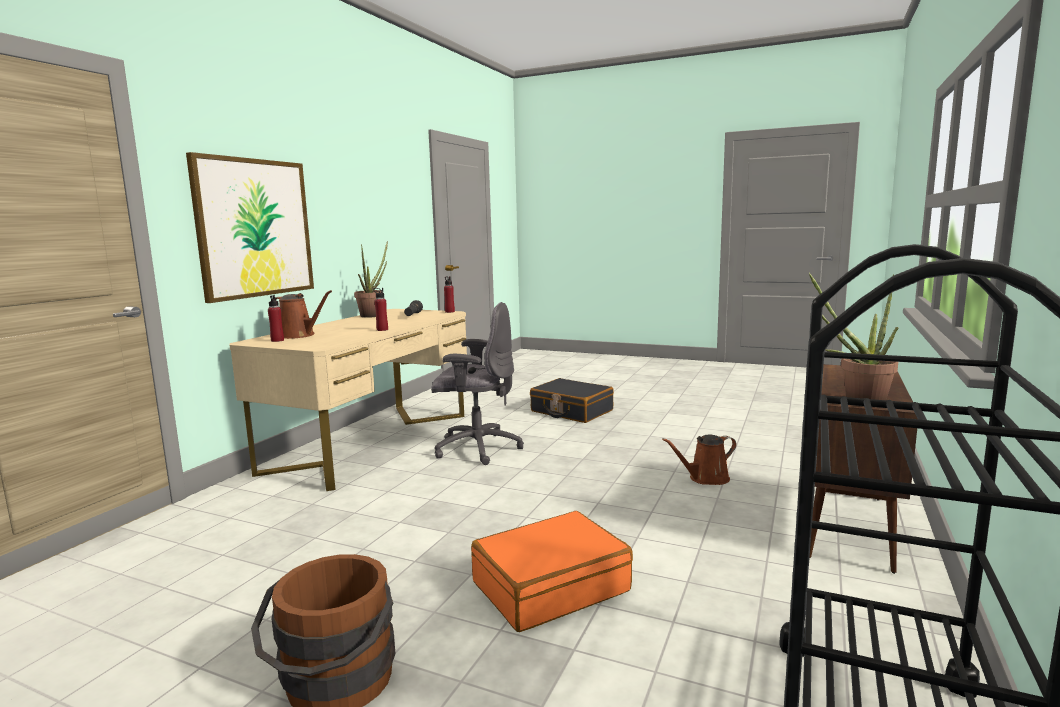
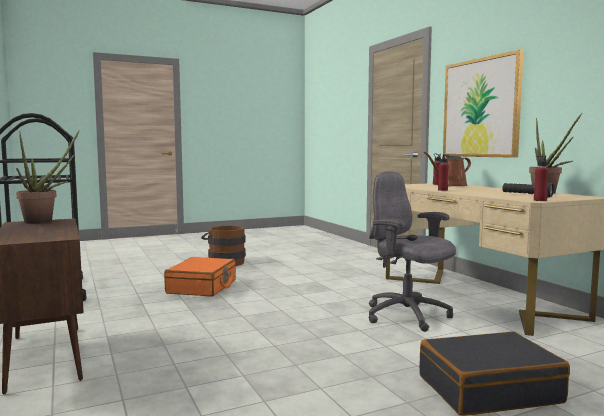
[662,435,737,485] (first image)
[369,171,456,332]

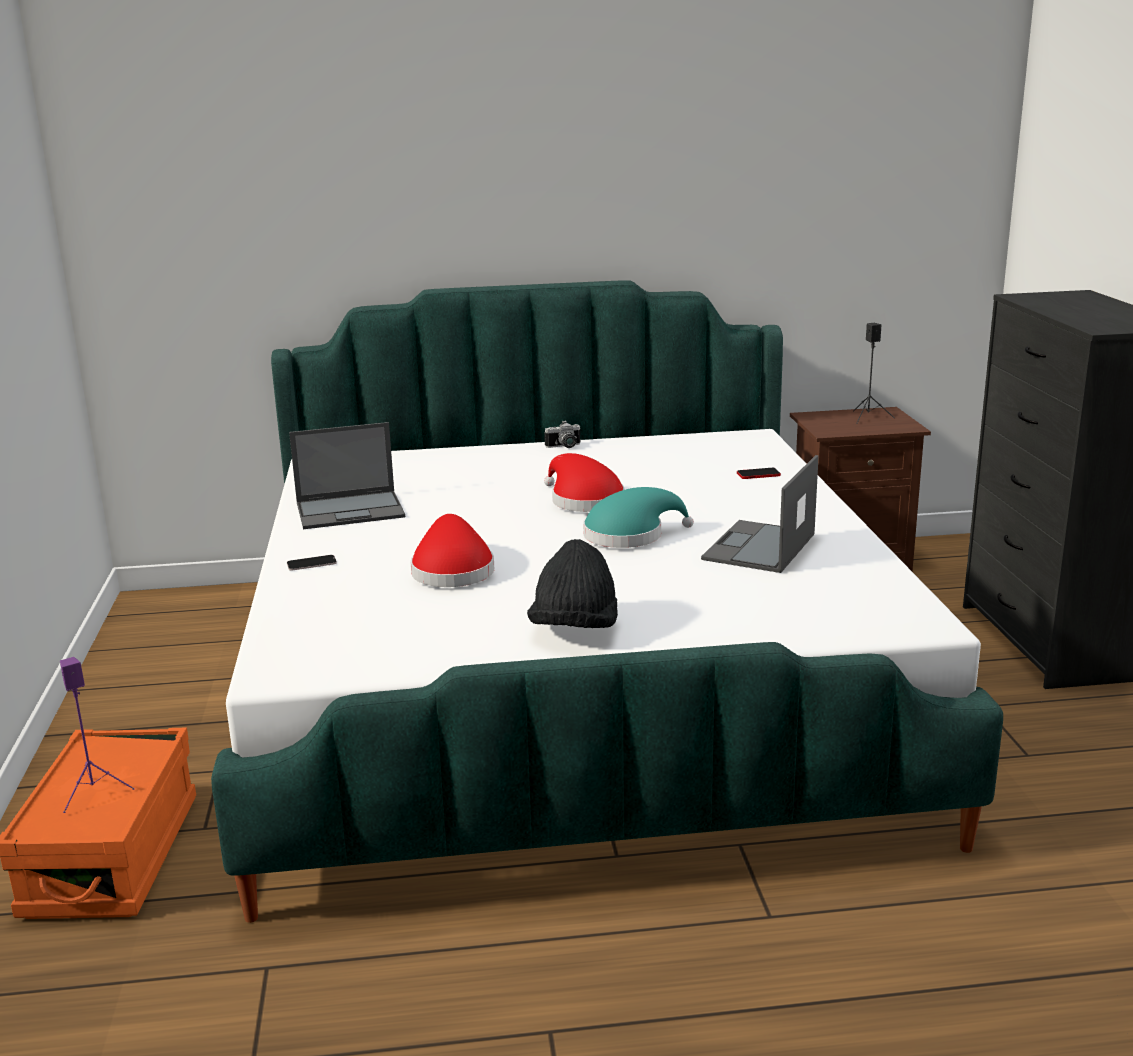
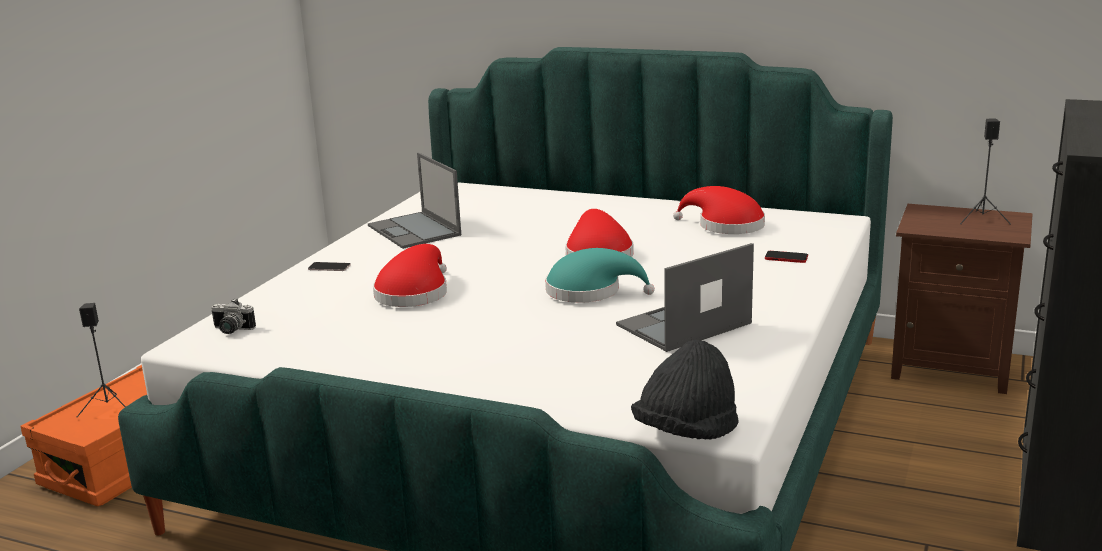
[673,186,765,234]
[631,340,739,439]
[211,298,256,334]
[77,303,126,417]
[368,153,461,249]

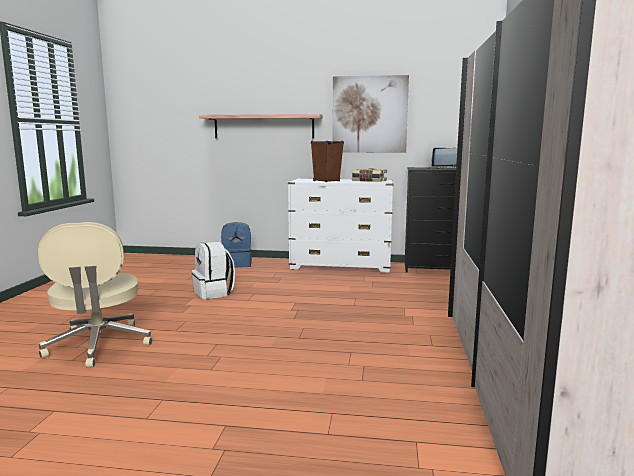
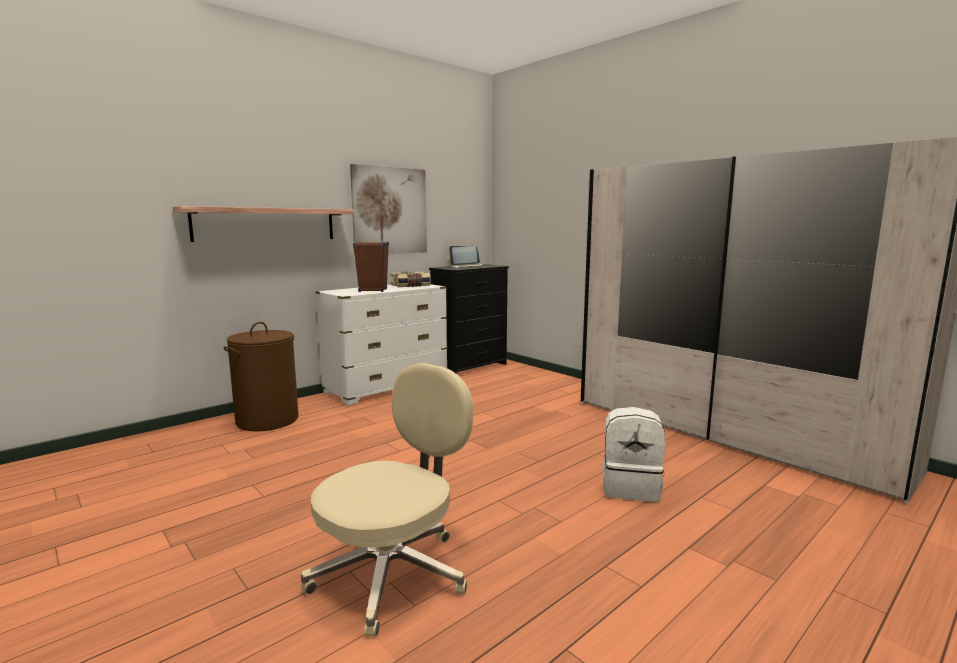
[602,407,666,502]
[223,322,299,431]
[301,363,473,637]

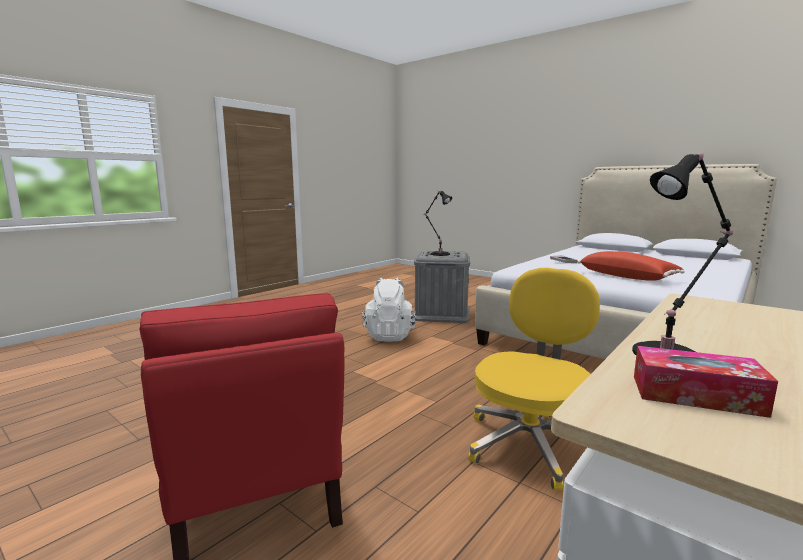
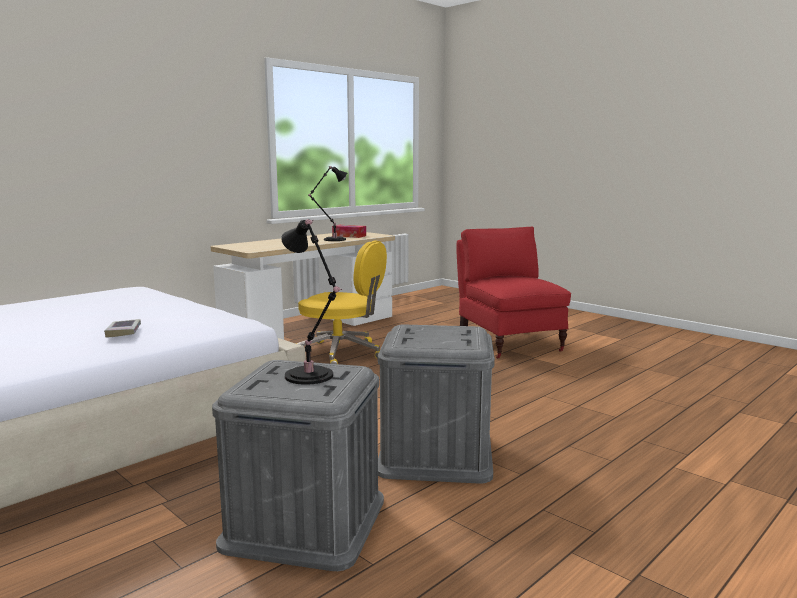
[578,251,685,281] (first image)
[378,325,495,483]
[295,240,387,364]

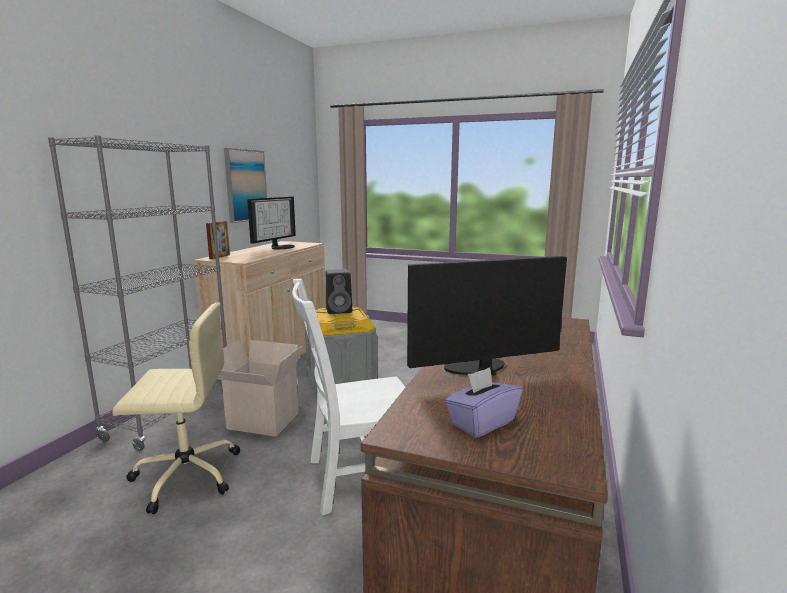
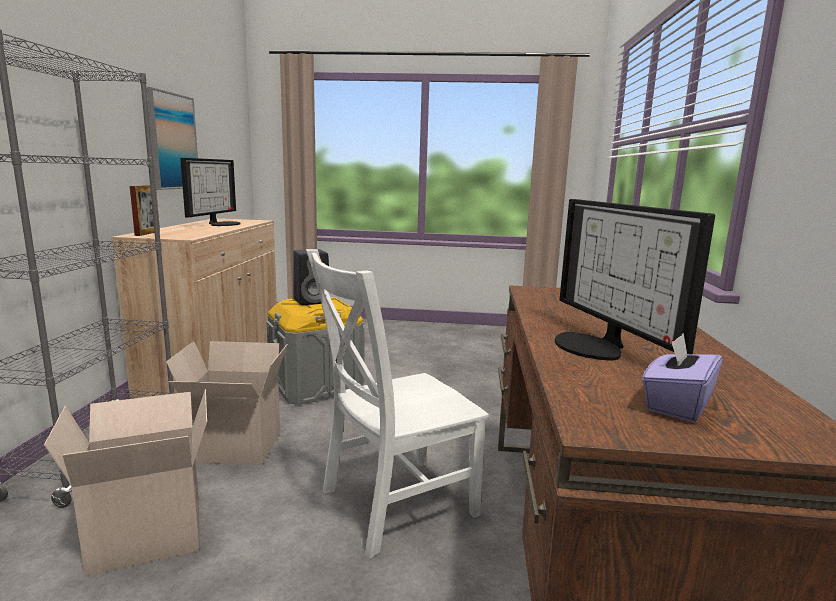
[44,389,207,576]
[555,199,715,360]

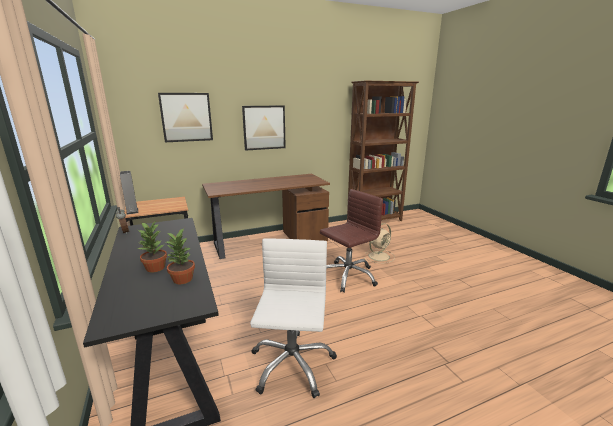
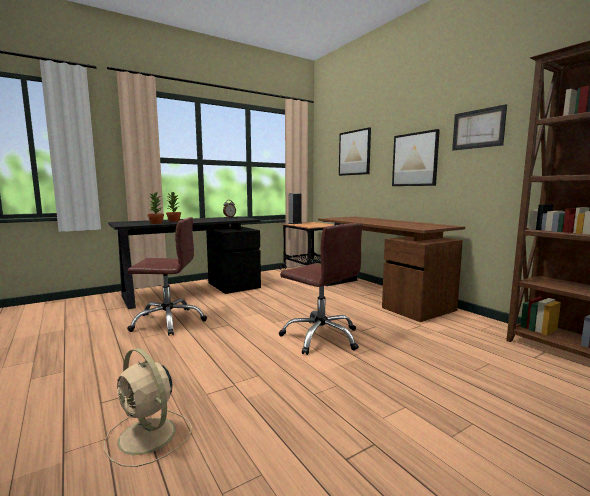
[452,104,507,150]
[104,348,192,467]
[127,217,207,336]

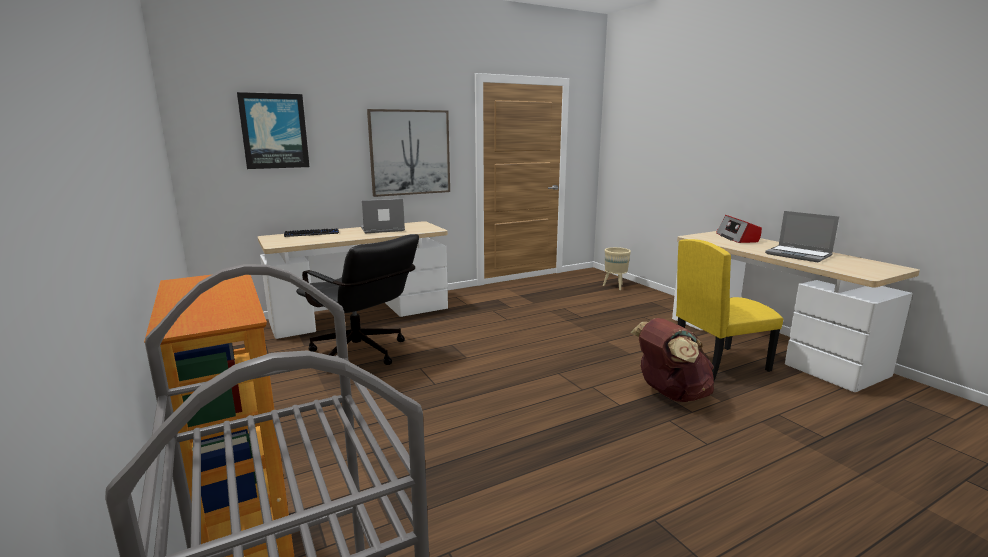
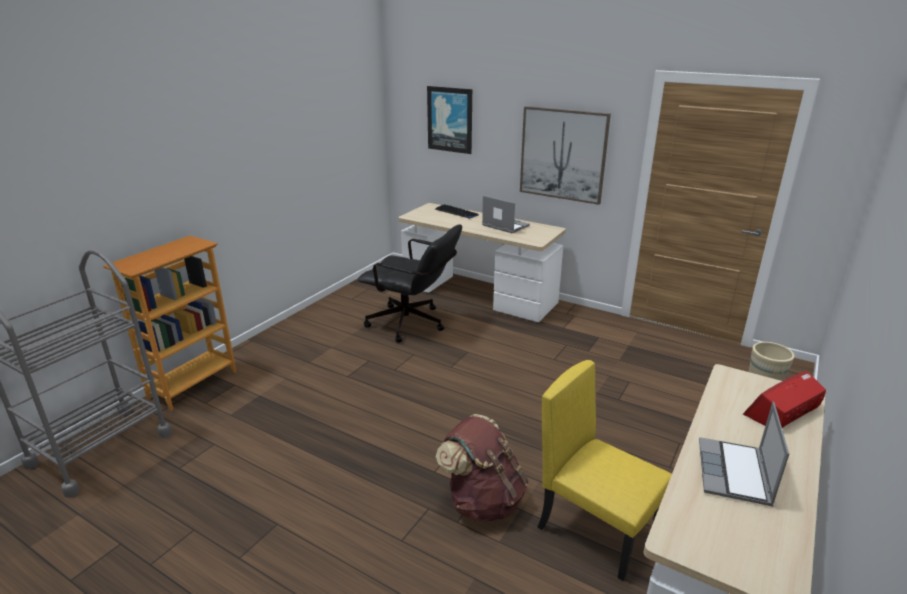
[358,224,462,343]

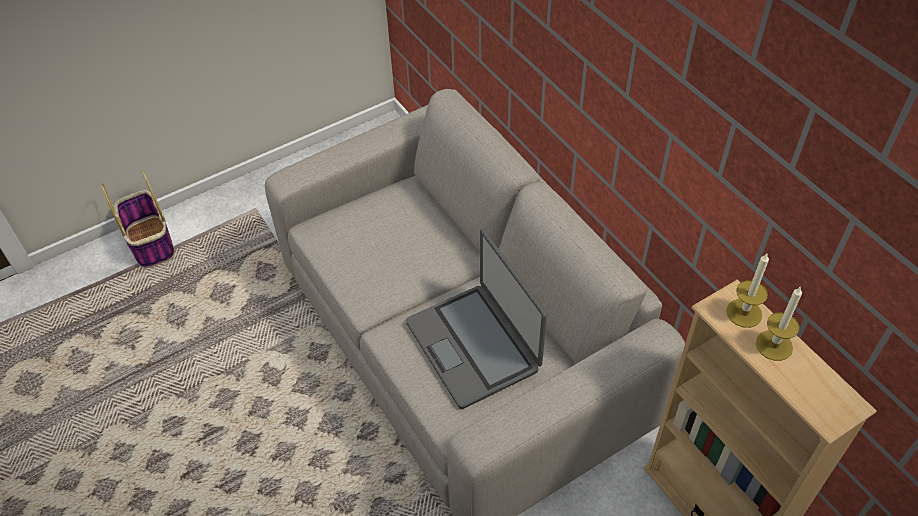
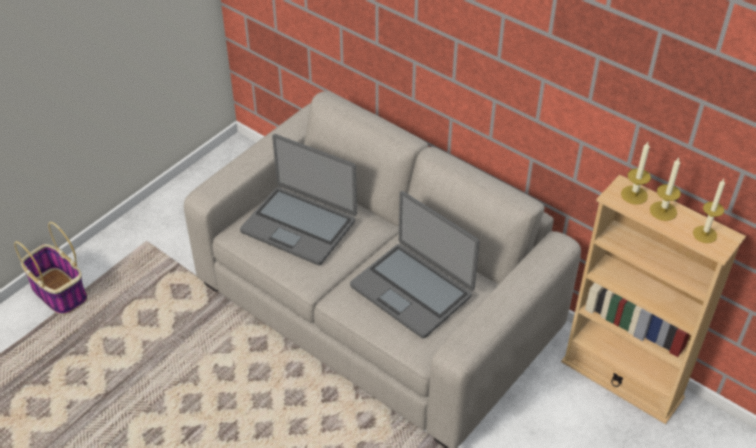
[240,134,357,265]
[693,179,725,243]

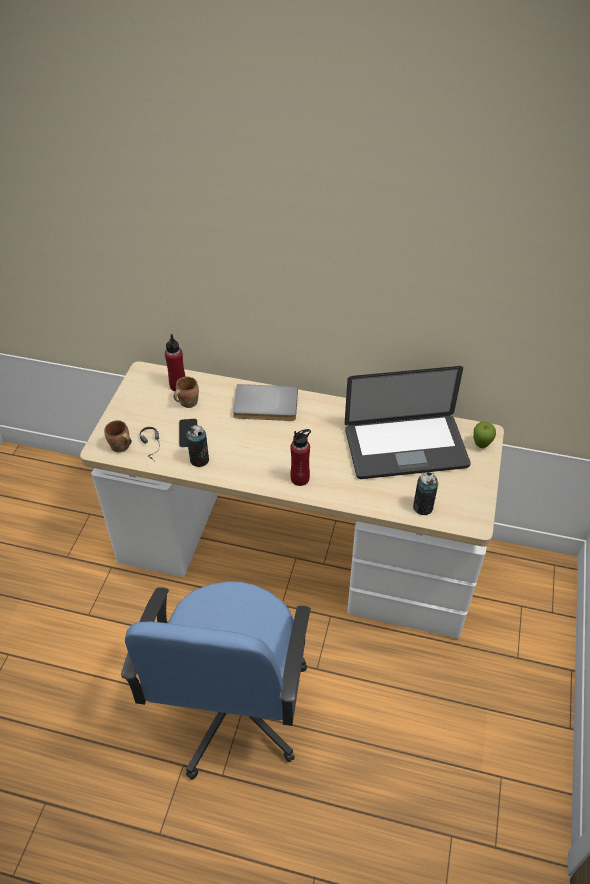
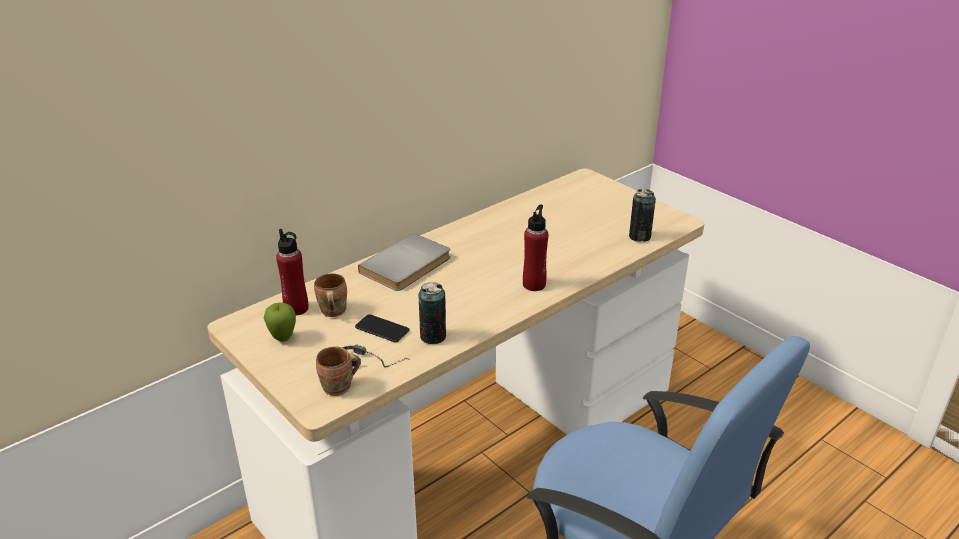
[345,366,471,479] (first image)
[264,303,296,342]

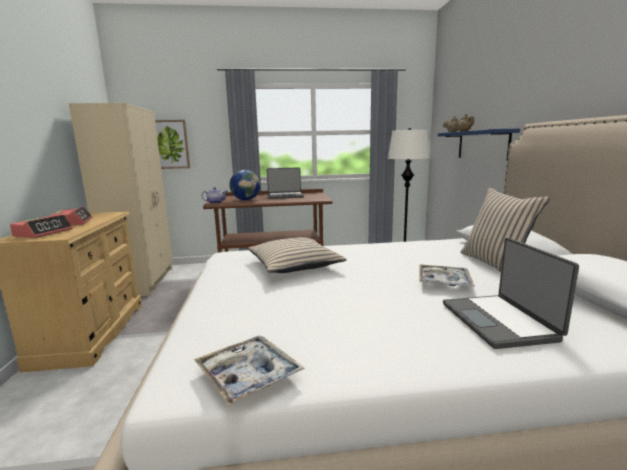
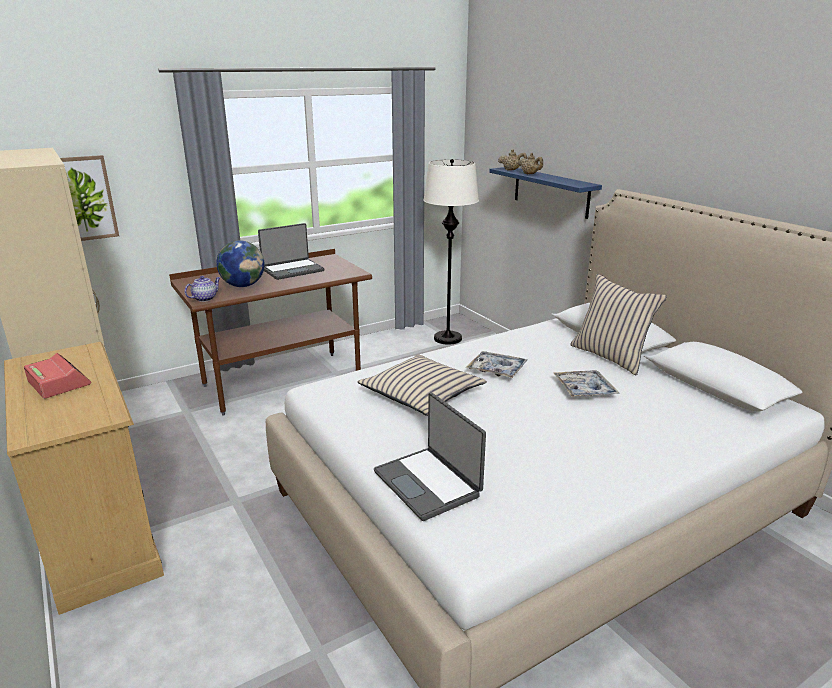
[10,214,73,238] (first image)
[466,351,527,378]
[374,393,486,521]

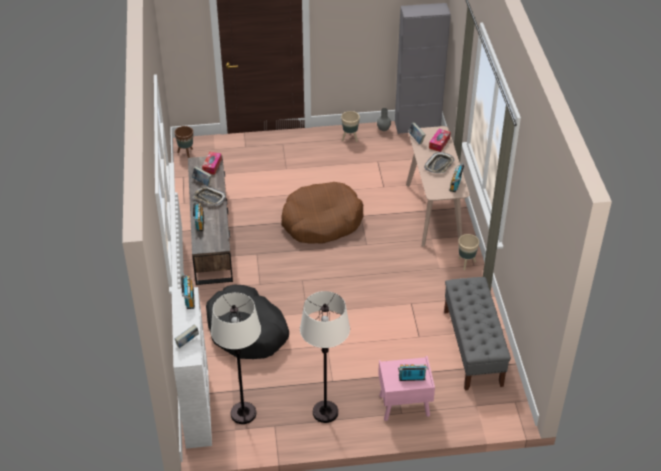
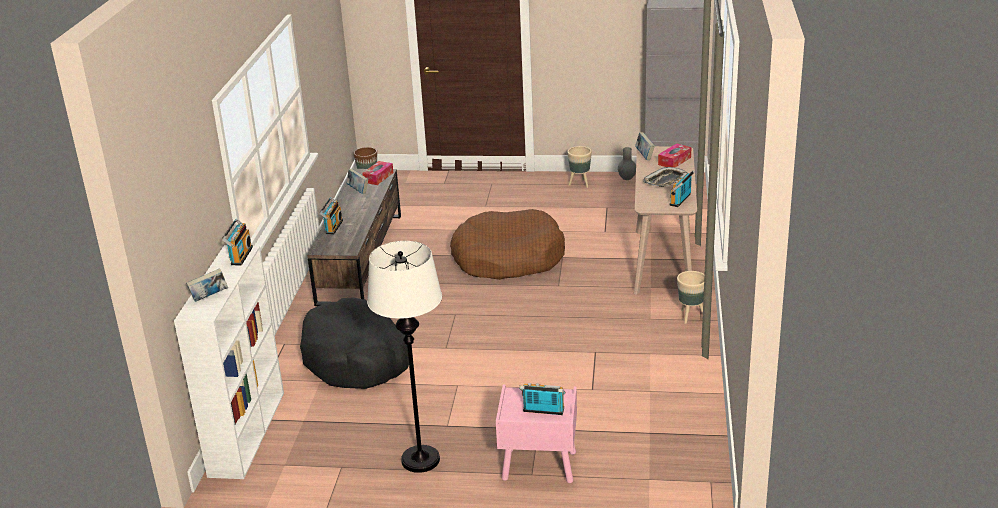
[193,186,226,206] (first image)
[211,292,261,424] (first image)
[444,277,511,390] (first image)

